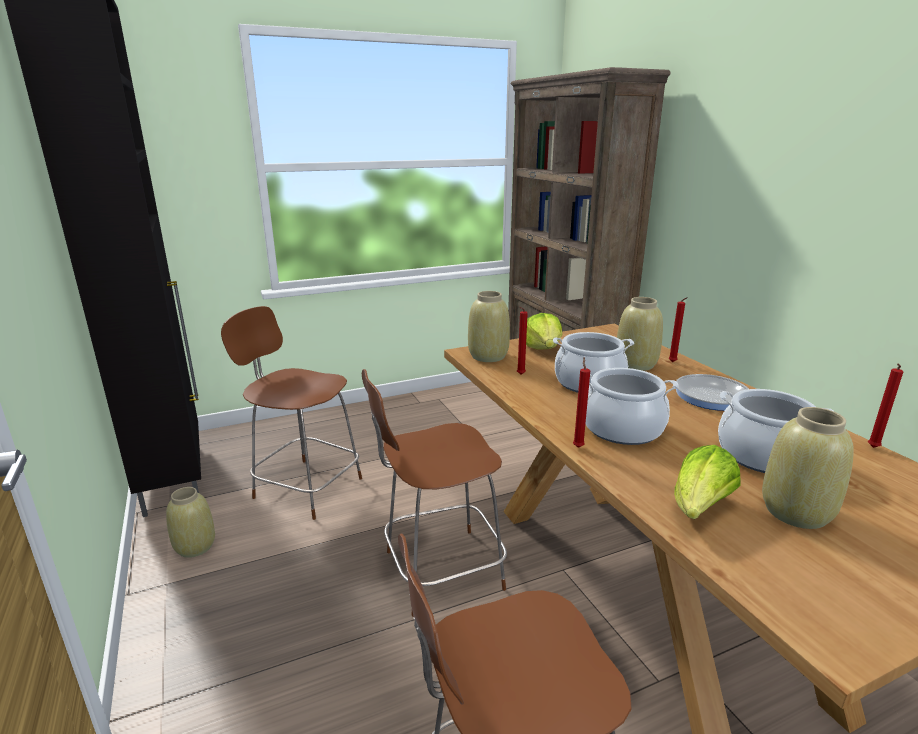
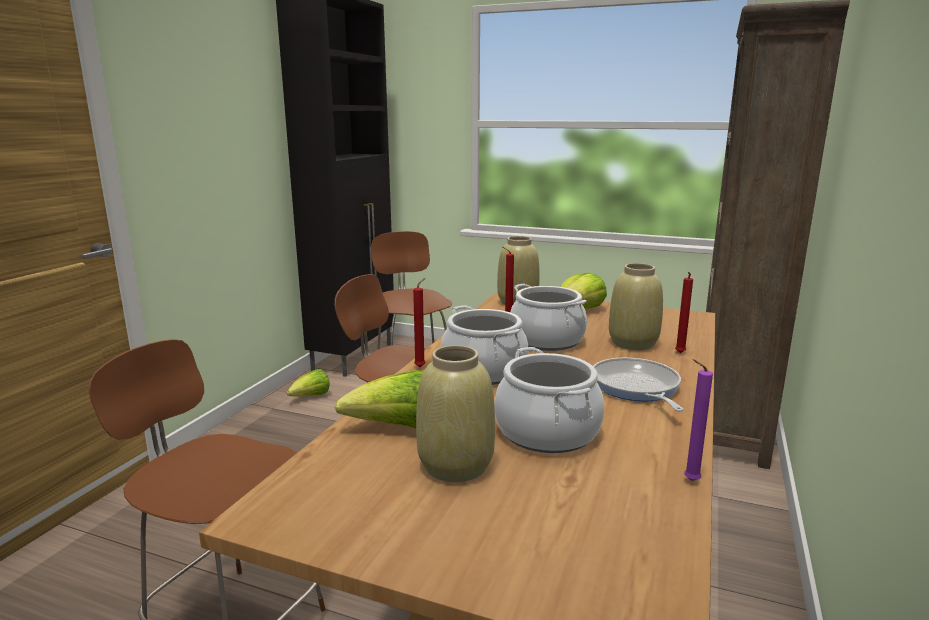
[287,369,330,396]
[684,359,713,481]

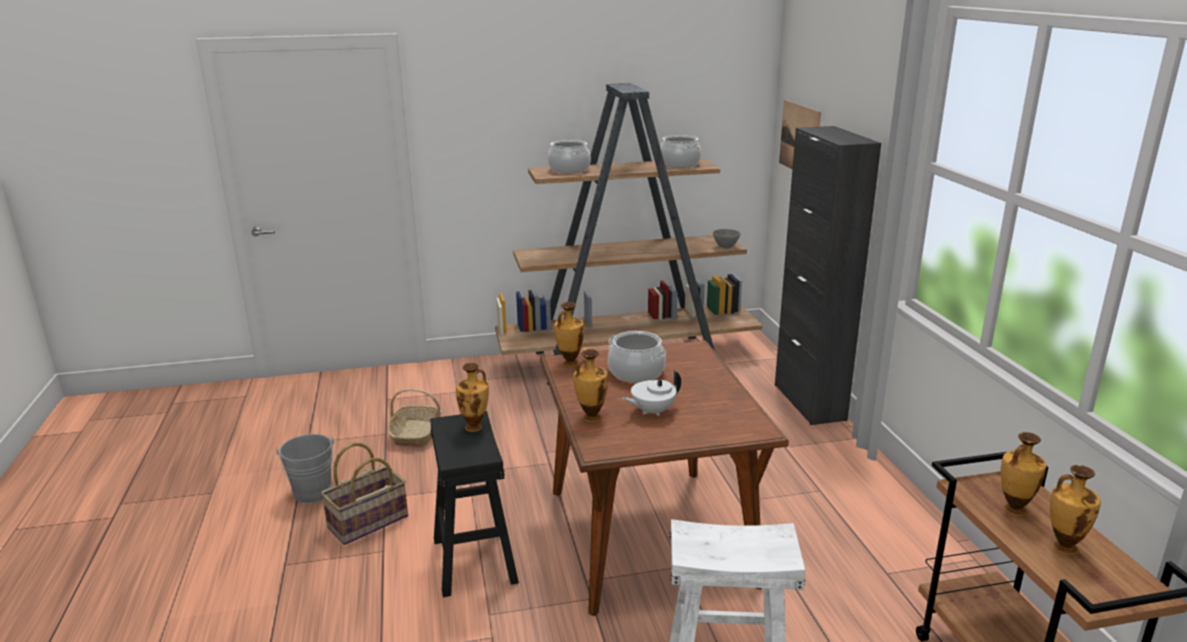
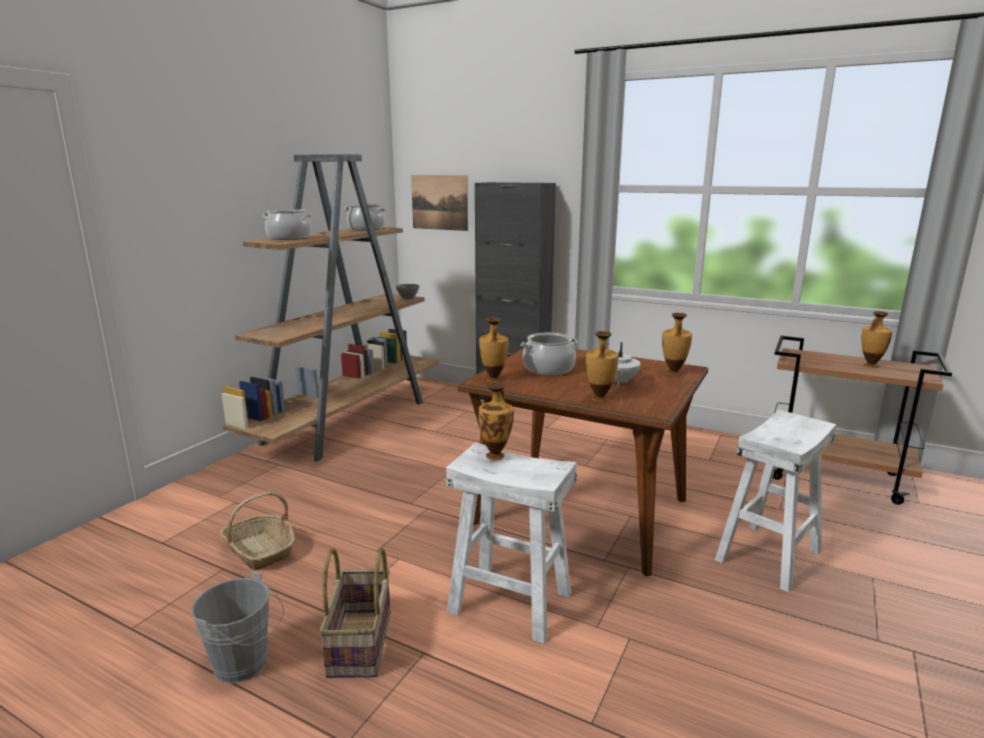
[662,313,692,376]
[446,442,577,644]

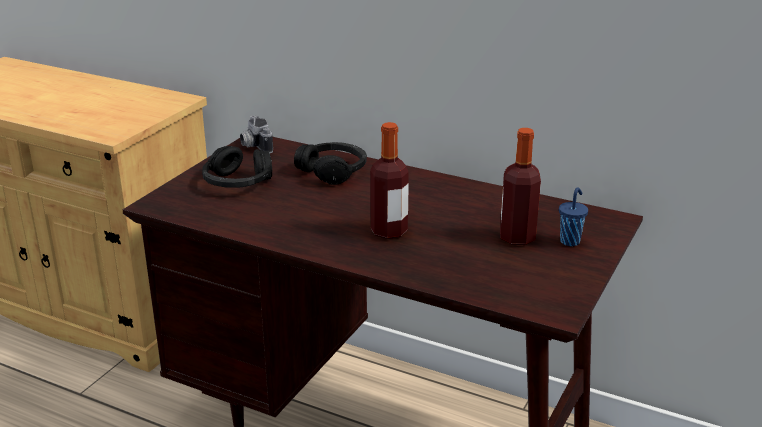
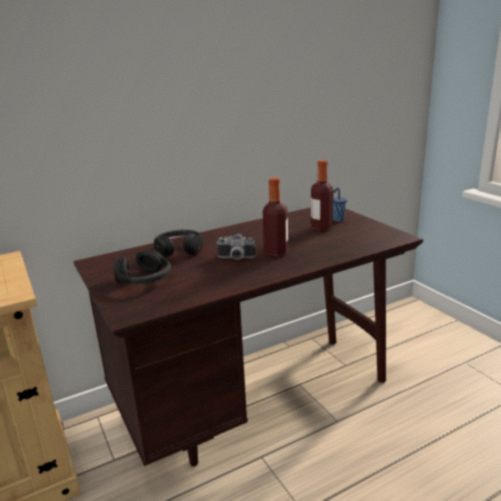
[216,234,256,260]

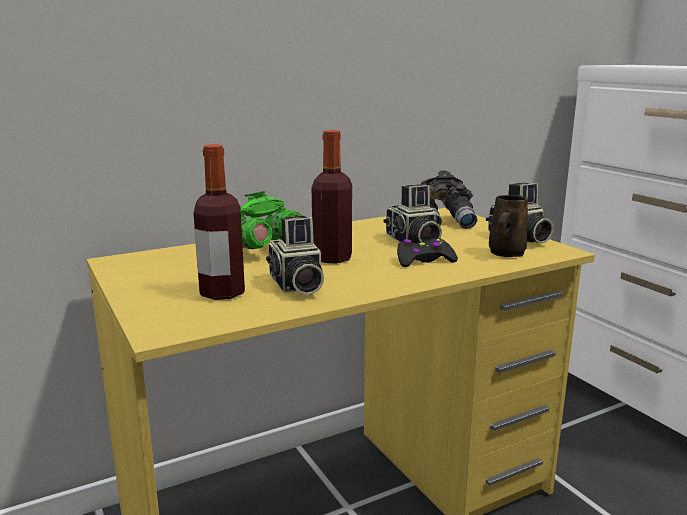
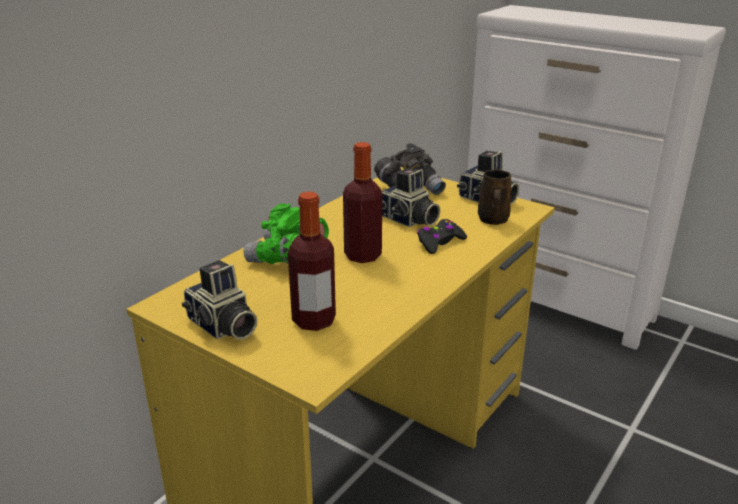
[182,260,258,340]

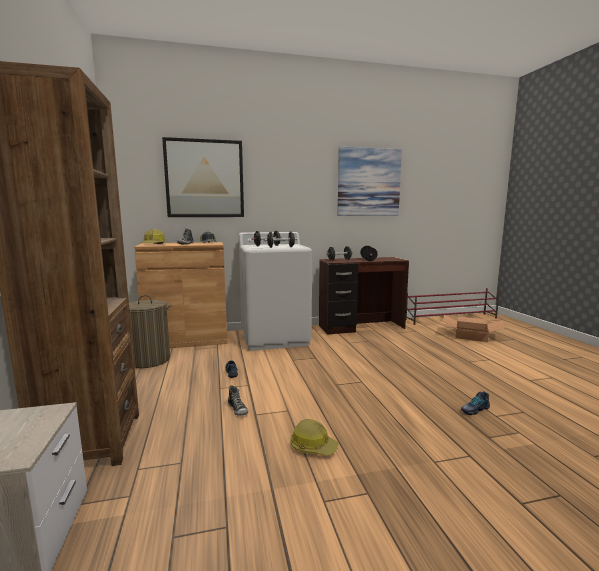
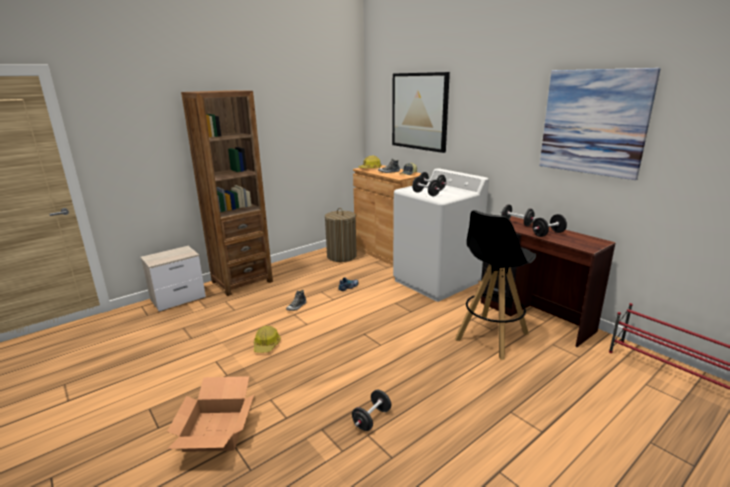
[455,210,537,360]
[167,376,254,452]
[352,390,391,431]

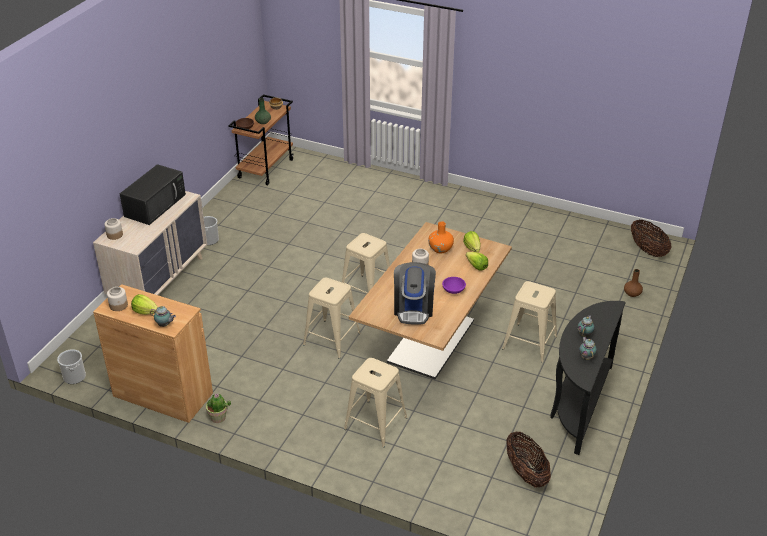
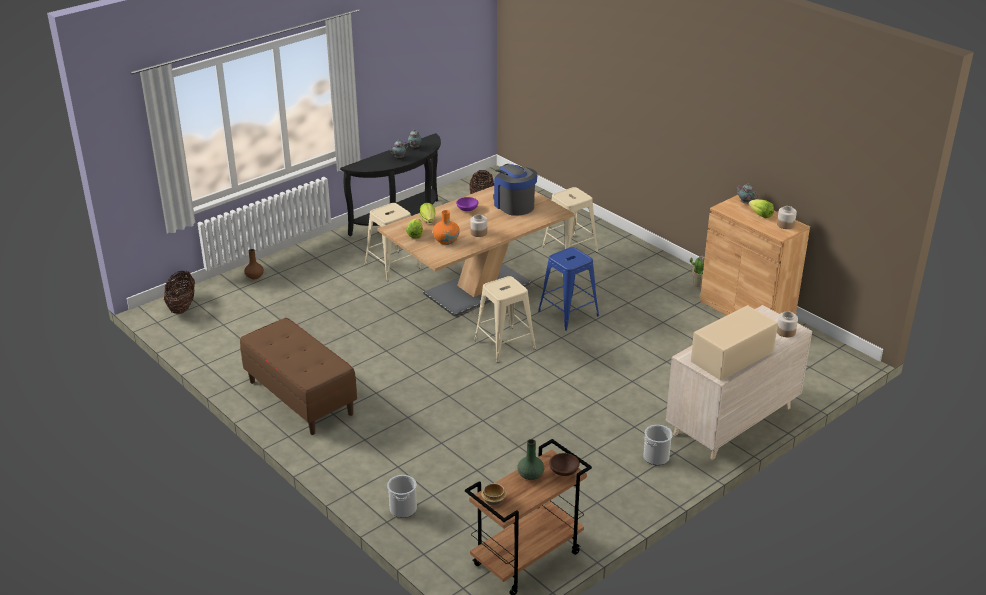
[240,318,357,435]
[387,475,417,518]
[691,305,778,380]
[538,247,599,331]
[493,164,538,216]

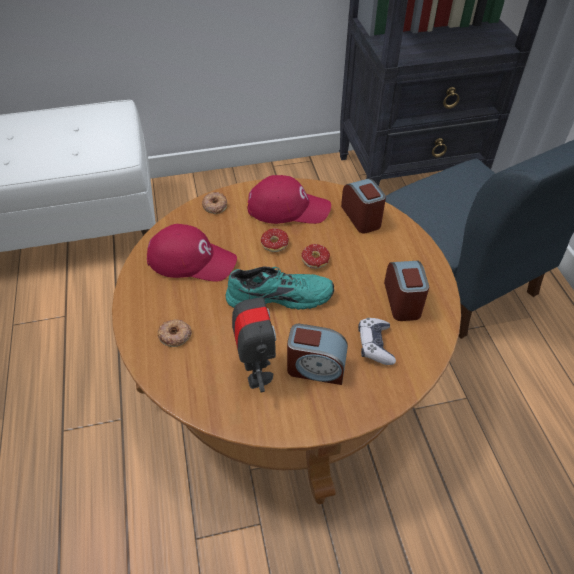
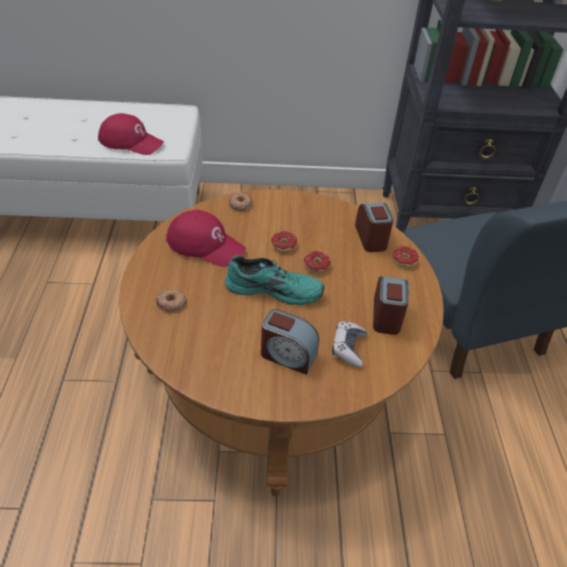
[232,279,276,393] (first image)
[392,246,419,268]
[98,113,164,155]

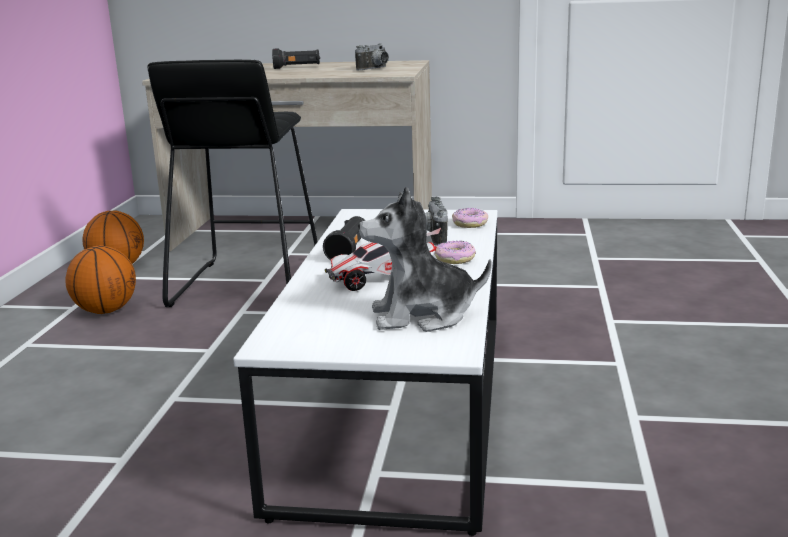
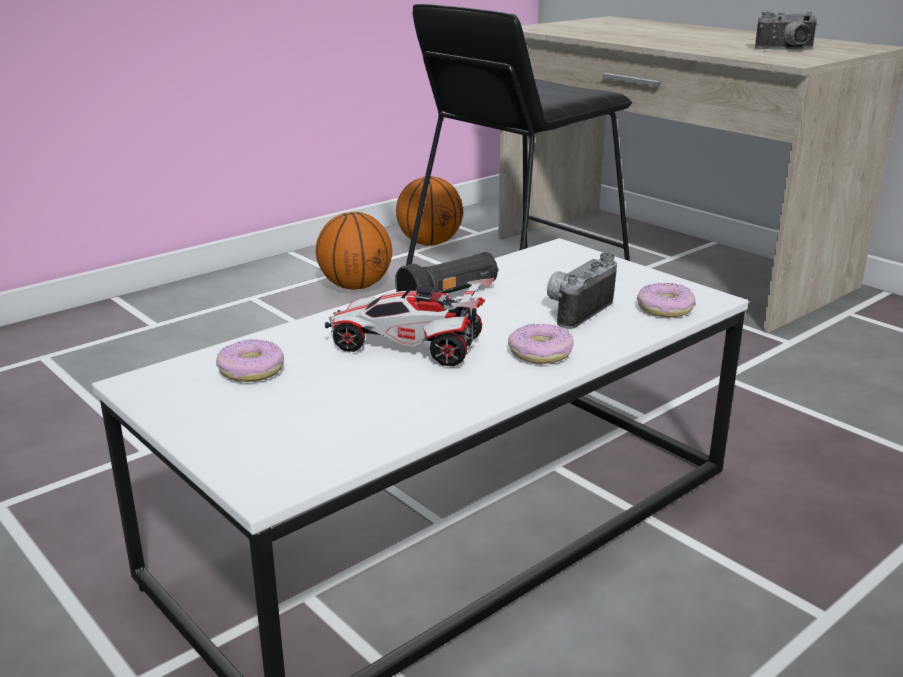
[272,49,320,69] (first image)
[358,187,492,332] (first image)
[216,339,284,382]

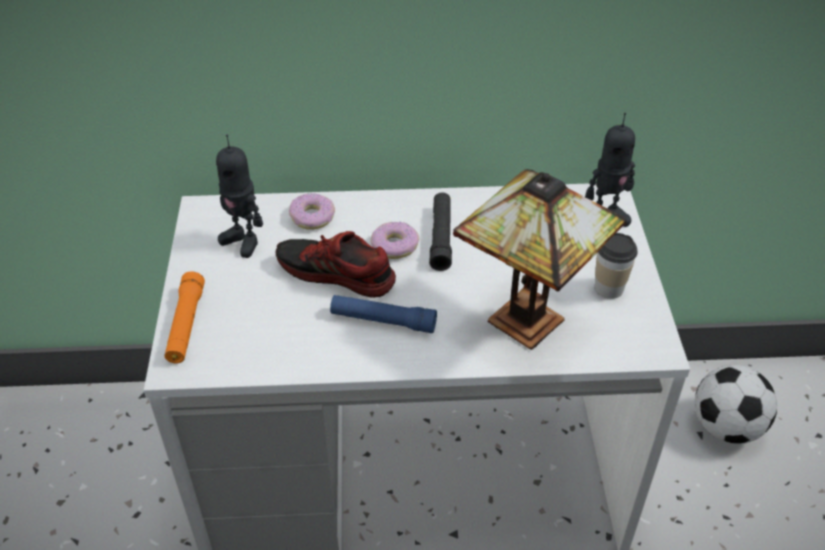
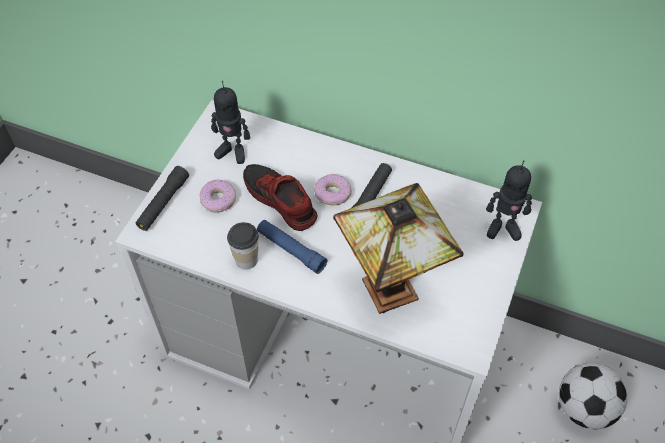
[200,180,236,213]
[227,222,259,270]
[136,166,189,231]
[211,81,250,164]

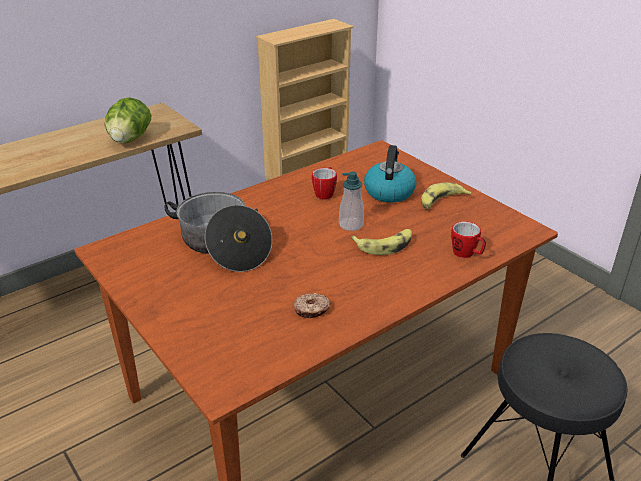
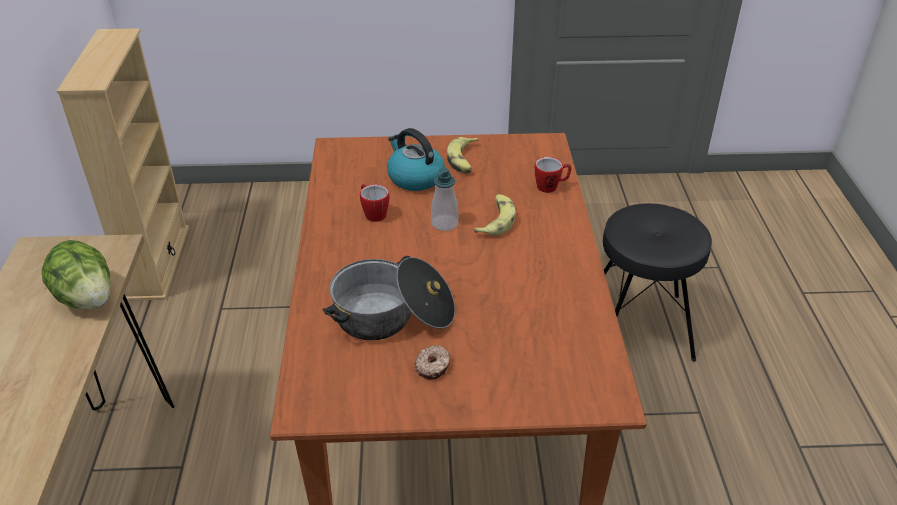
[414,345,451,379]

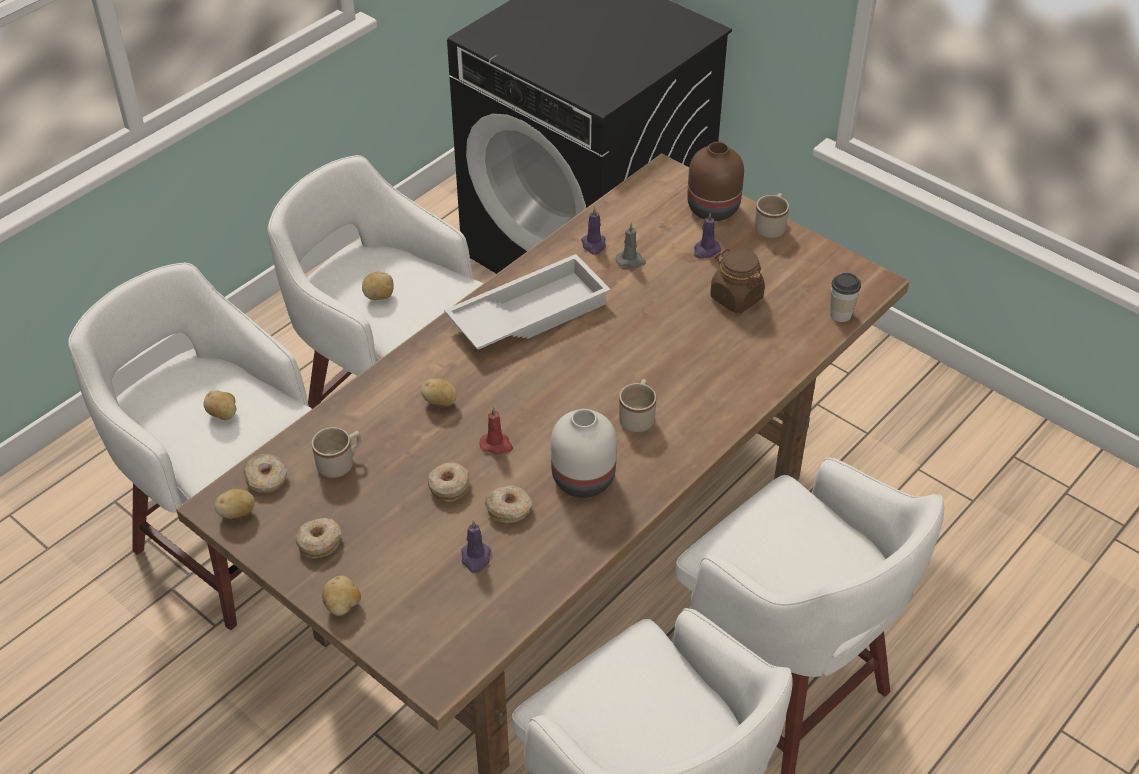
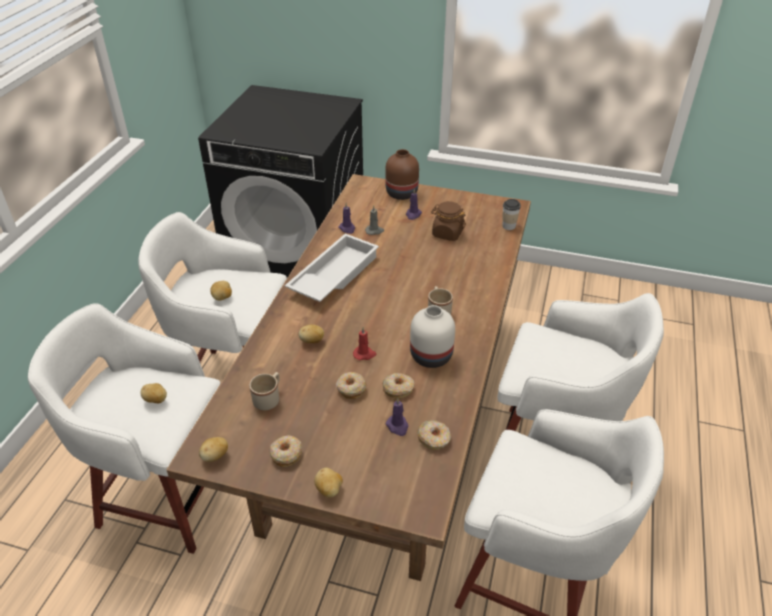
[755,193,789,238] (first image)
[417,420,451,450]

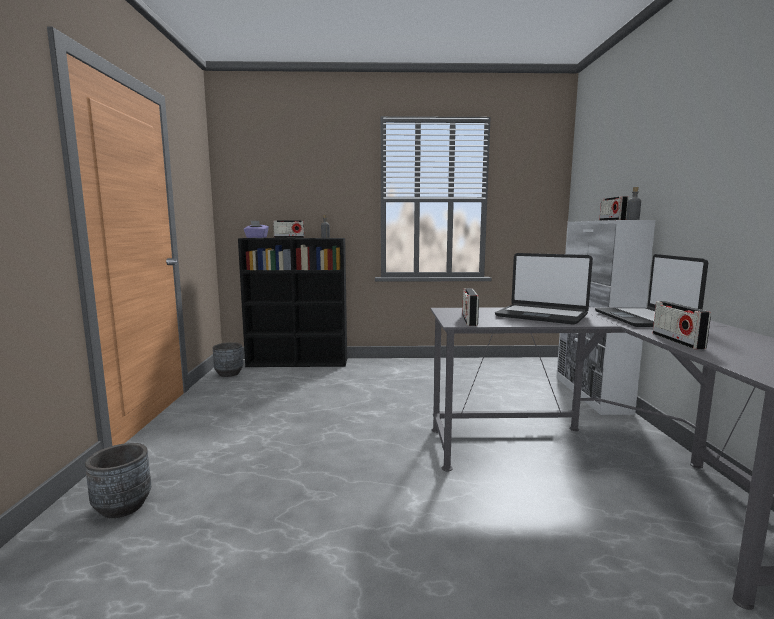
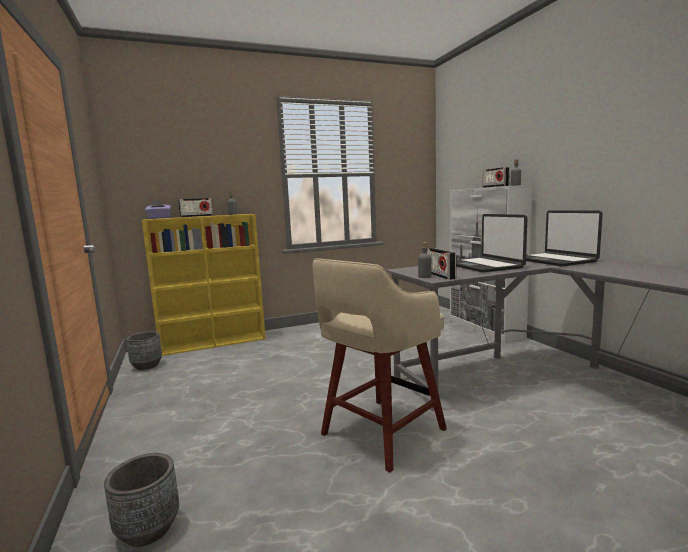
[653,301,711,349] (first image)
[313,259,447,473]
[418,242,432,278]
[142,214,266,356]
[456,214,527,273]

